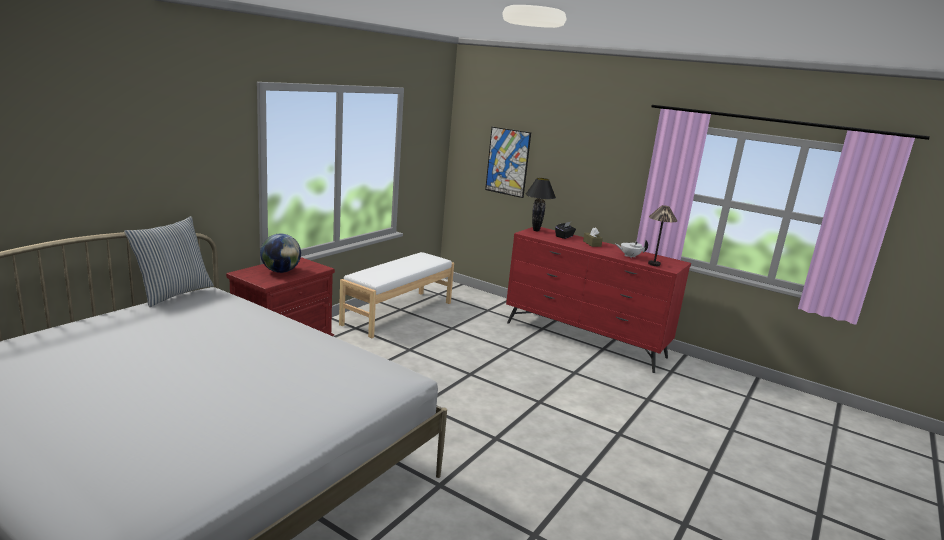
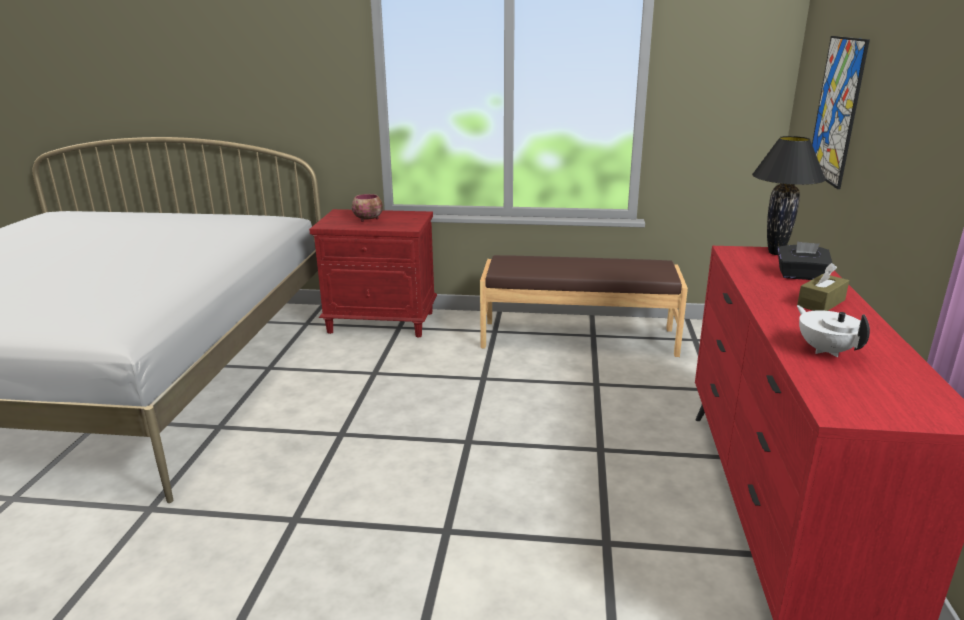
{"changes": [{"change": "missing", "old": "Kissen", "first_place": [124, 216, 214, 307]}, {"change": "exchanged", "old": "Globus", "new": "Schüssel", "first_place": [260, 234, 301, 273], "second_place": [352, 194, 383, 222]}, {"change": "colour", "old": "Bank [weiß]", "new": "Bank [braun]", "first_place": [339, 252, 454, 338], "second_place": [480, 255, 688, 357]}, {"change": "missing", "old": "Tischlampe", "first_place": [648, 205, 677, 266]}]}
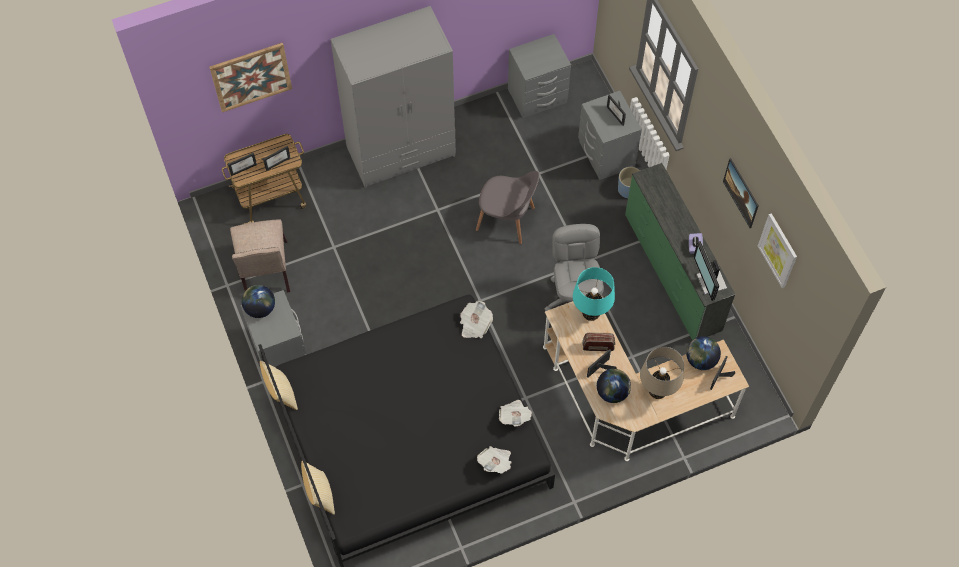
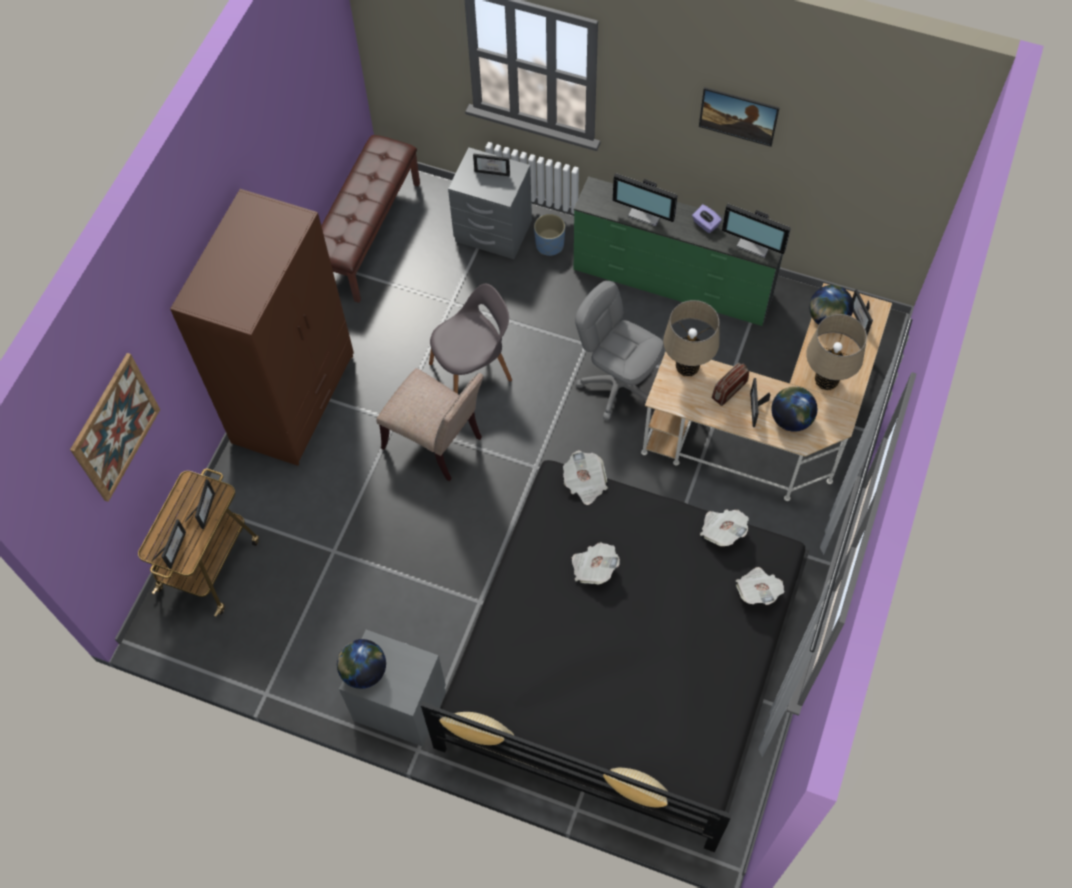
{"changes": [{"change": "relocated", "old": "Stuhl [beige]", "first_place": [230, 219, 290, 293], "second_place": [376, 368, 484, 481]}, {"change": "colour", "old": "Kleiderschrank [grau]", "new": "Kleiderschrank [braun]", "first_place": [331, 6, 456, 188], "second_place": [170, 189, 354, 466]}, {"change": "exchanged", "old": "Nachttisch [grau]", "new": "Bank [braun]", "first_place": [508, 34, 571, 118], "second_place": [321, 135, 420, 303]}, {"change": "colour", "old": "Tischlampe [türkis]", "new": "Tischlampe [beige]", "first_place": [573, 267, 615, 321], "second_place": [663, 300, 719, 376]}, {"change": "missing", "old": "Bild", "first_place": [758, 213, 797, 288]}, {"change": "appeared", "new": "Zeitung", "second_place": [572, 542, 620, 585]}, {"change": "appeared", "new": "Monitor", "second_place": [613, 173, 678, 227]}]}
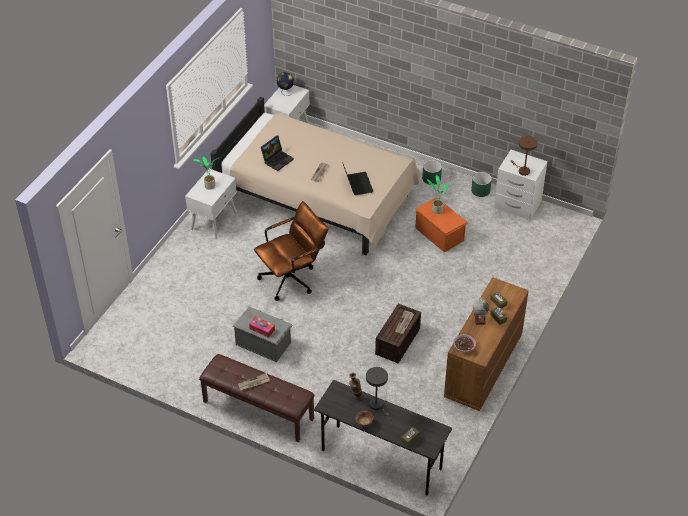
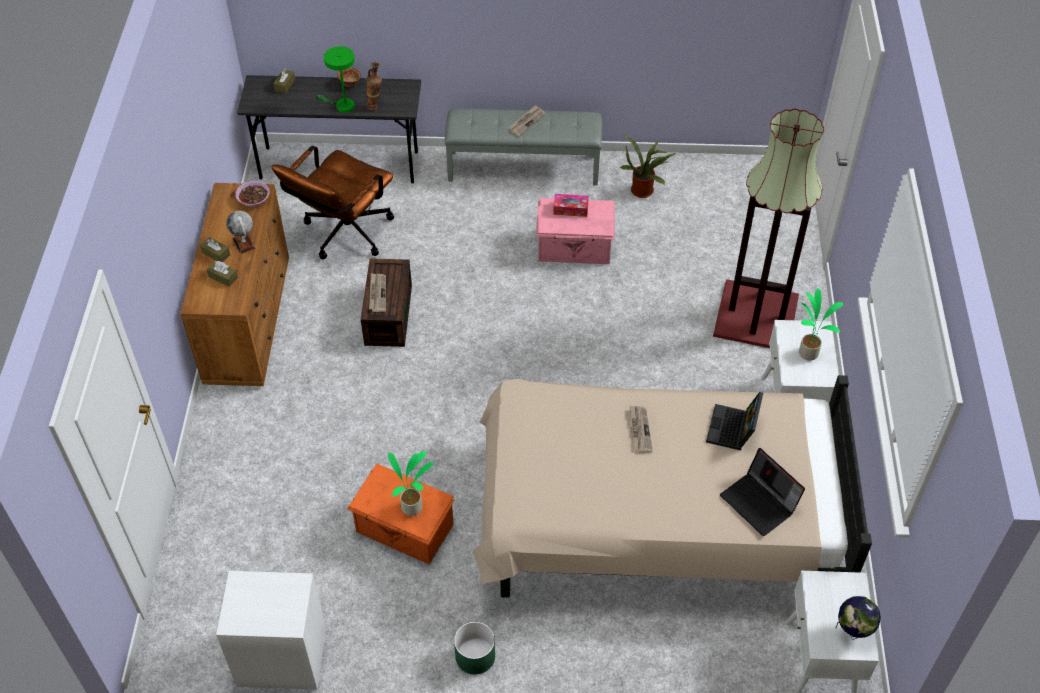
{"changes": [{"change": "colour", "old": "Bank [braun]", "new": "Bank [grau]", "first_place": [199, 354, 315, 442], "second_place": [445, 108, 602, 186]}, {"change": "colour", "old": "Aufbewahrungsbox [grau]", "new": "Aufbewahrungsbox [rosa]", "first_place": [232, 307, 293, 362], "second_place": [536, 198, 615, 264]}, {"change": "relocated", "old": "Bürostuhl [braun]", "first_place": [254, 201, 328, 301], "second_place": [271, 146, 394, 259]}, {"change": "relocated", "old": "Laptop", "first_place": [342, 162, 373, 195], "second_place": [720, 448, 805, 536]}, {"change": "colour", "old": "Tischlampe [grau]", "new": "Tischlampe [grün]", "first_place": [366, 367, 392, 420], "second_place": [318, 46, 355, 113]}, {"change": "missing", "old": "Pflanzkübel [grün]", "first_place": [471, 172, 492, 197]}, {"change": "missing", "old": "Tischlampe [braun]", "first_place": [511, 136, 538, 176]}, {"change": "appeared", "new": "Topfpflanze", "second_place": [620, 135, 676, 198]}, {"change": "appeared", "new": "Stehlampe", "second_place": [713, 108, 824, 348]}]}
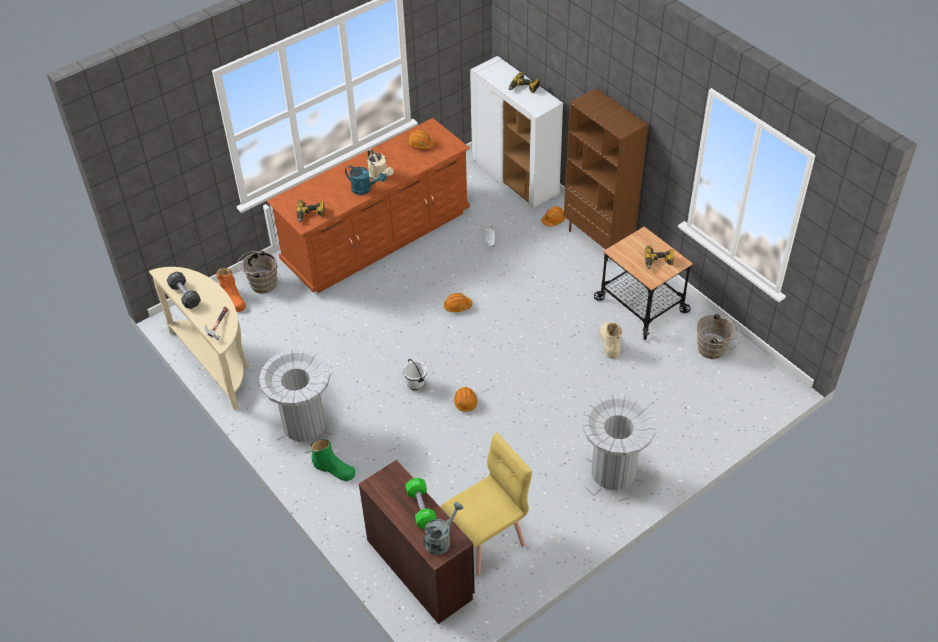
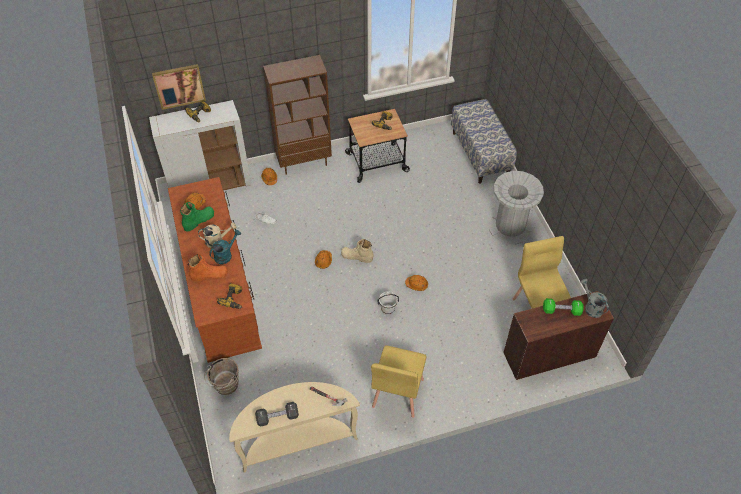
{"changes": [{"change": "relocated", "old": "Stiefel [orange]", "first_place": [216, 268, 246, 312], "second_place": [187, 254, 228, 282]}, {"change": "exchanged", "old": "Mülleimer [grau]", "new": "Stuhl [gelb]", "first_place": [259, 349, 335, 453], "second_place": [371, 345, 426, 418]}, {"change": "relocated", "old": "Stiefel [grün]", "first_place": [311, 439, 355, 481], "second_place": [180, 202, 214, 232]}, {"change": "relocated", "old": "Stiefel [beige]", "first_place": [600, 322, 622, 359], "second_place": [341, 239, 374, 263]}, {"change": "missing", "old": "Eimer [braun]", "first_place": [697, 314, 739, 359]}, {"change": "appeared", "new": "Bild", "second_place": [152, 64, 206, 110]}, {"change": "appeared", "new": "Bank", "second_place": [451, 99, 517, 184]}]}
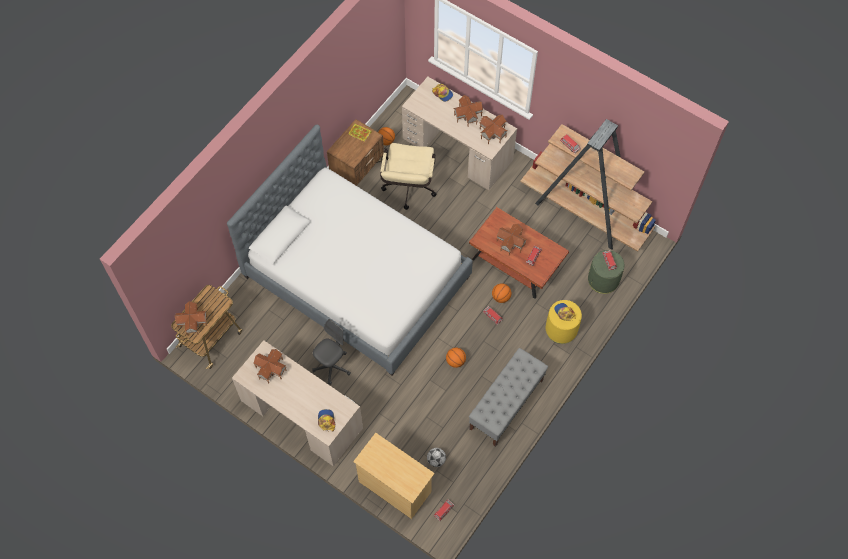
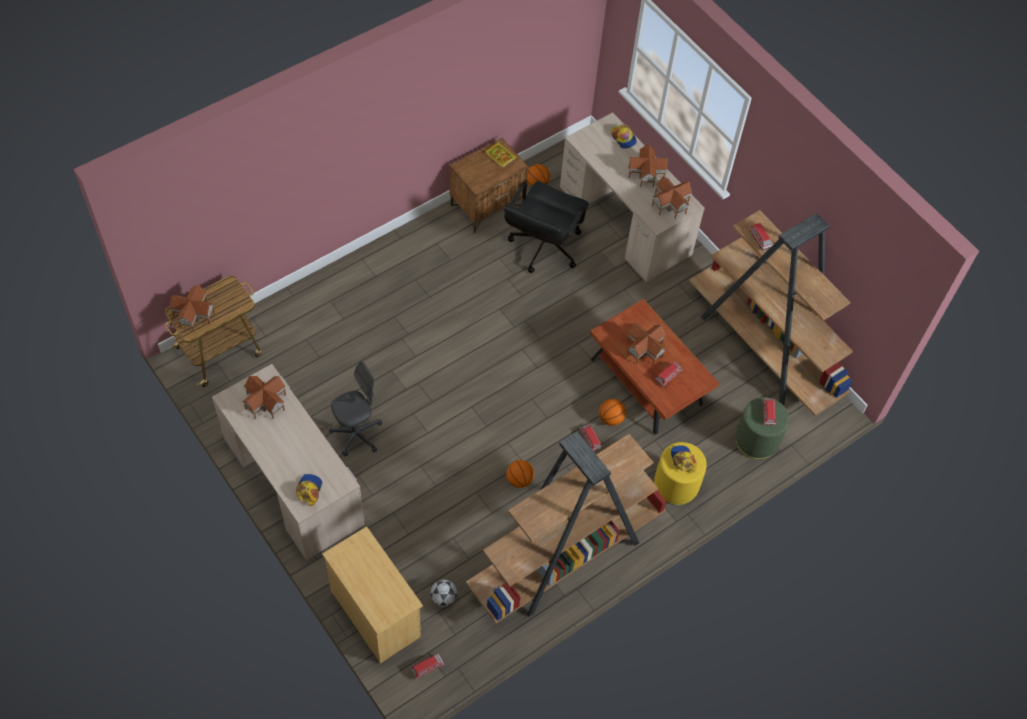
{"changes": [{"change": "missing", "old": "Bett", "first_place": [227, 125, 473, 375]}, {"change": "colour", "old": "Bürostuhl [beige]", "new": "Bürostuhl [schwarz]", "first_place": [380, 143, 437, 210], "second_place": [503, 181, 589, 273]}, {"change": "exchanged", "old": "Bank [grau]", "new": "Bücherregal [braun]", "first_place": [469, 348, 548, 447], "second_place": [466, 431, 666, 624]}]}
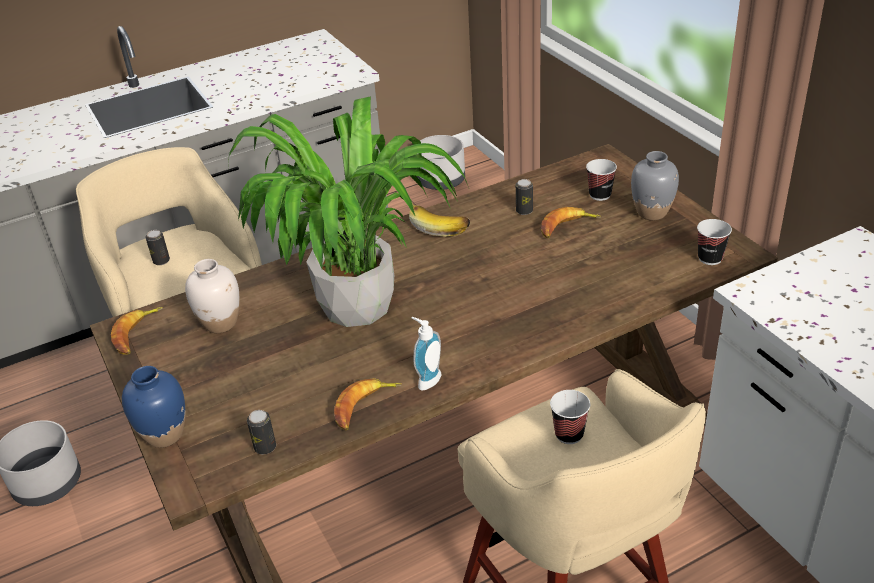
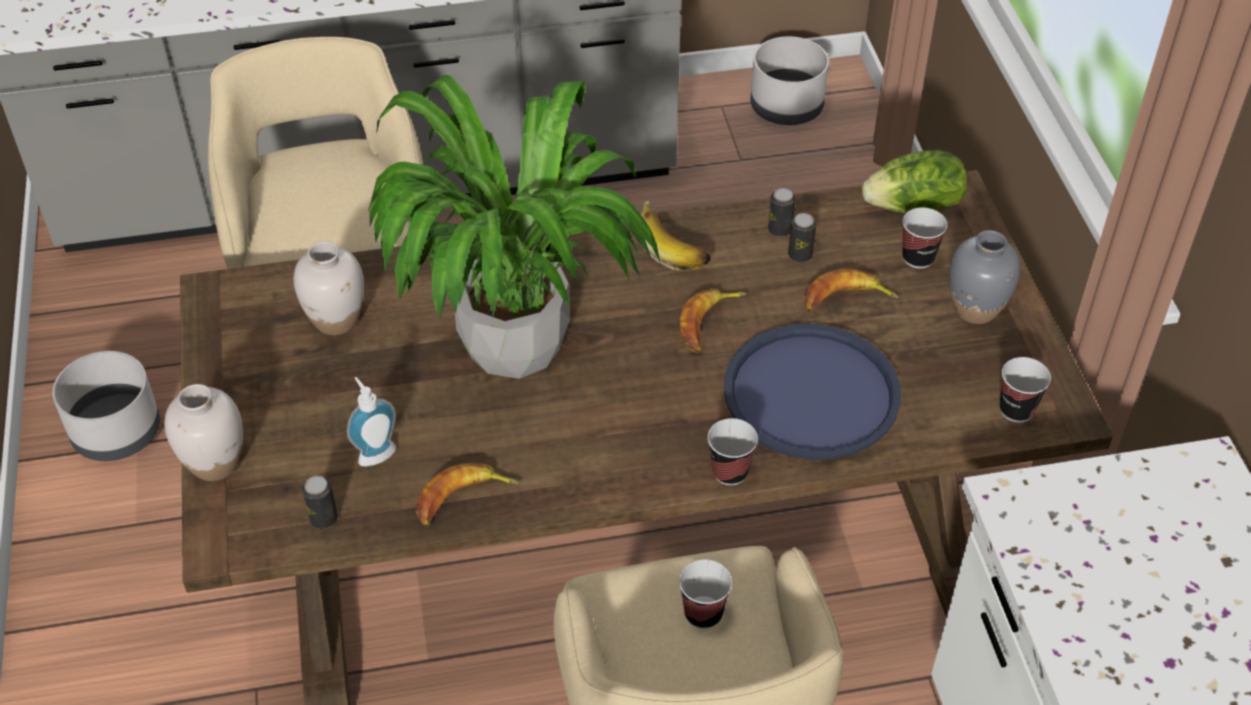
{"changes": [{"change": "relocated", "old": "Banane", "first_place": [111, 307, 163, 355], "second_place": [680, 289, 747, 353]}, {"change": "colour", "old": "Vase [blau]", "new": "Vase [weiß]", "first_place": [122, 366, 186, 448], "second_place": [164, 384, 243, 481]}, {"change": "relocated", "old": "Dose", "first_place": [145, 230, 170, 265], "second_place": [768, 188, 796, 237]}, {"change": "relocated", "old": "Seifenspender", "first_place": [411, 317, 442, 391], "second_place": [347, 377, 396, 467]}, {"change": "appeared", "new": "Tasse", "second_place": [708, 418, 758, 485]}, {"change": "appeared", "new": "Tablett [blau]", "second_place": [724, 323, 901, 460]}, {"change": "appeared", "new": "Salatkopf", "second_place": [862, 150, 967, 213]}]}
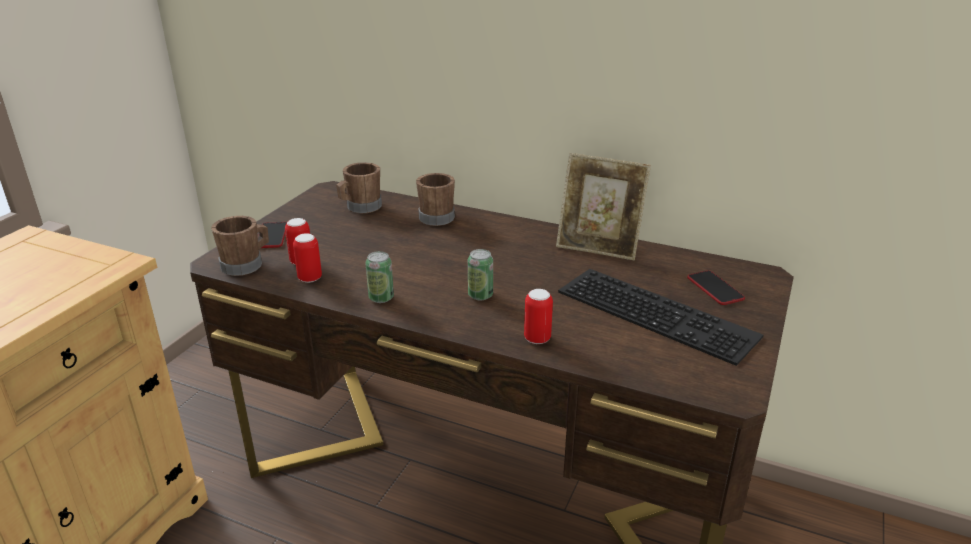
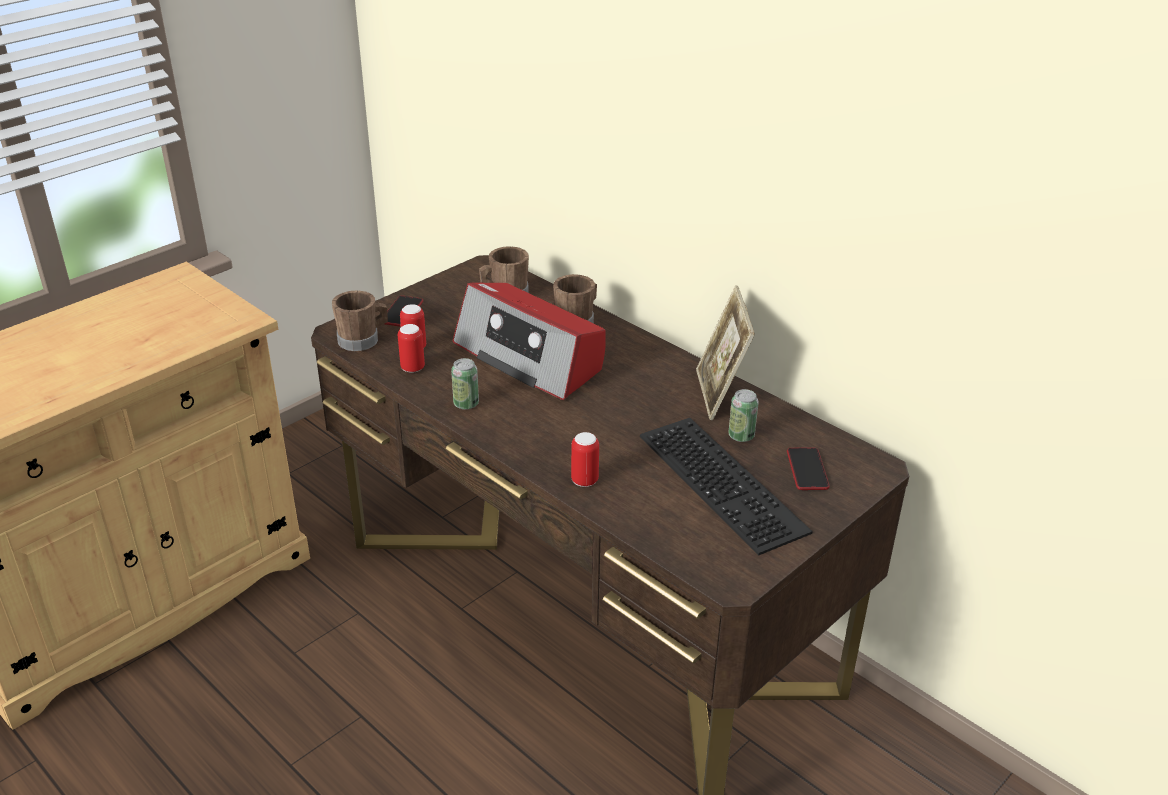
{"changes": [{"change": "relocated", "old": "Dose", "first_place": [468, 249, 493, 301], "second_place": [728, 389, 759, 442]}, {"change": "spun", "old": "Bilderrahmen", "first_place": [556, 153, 651, 261], "second_place": [696, 285, 755, 420], "degrees": 45}, {"change": "appeared", "new": "Radio", "second_place": [453, 282, 606, 400]}]}
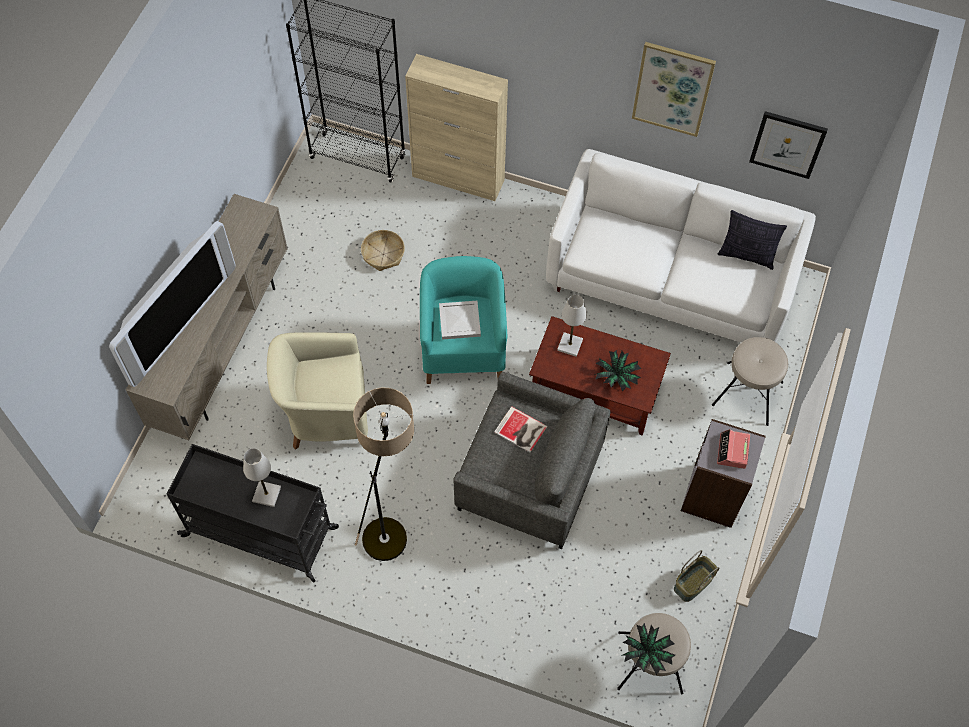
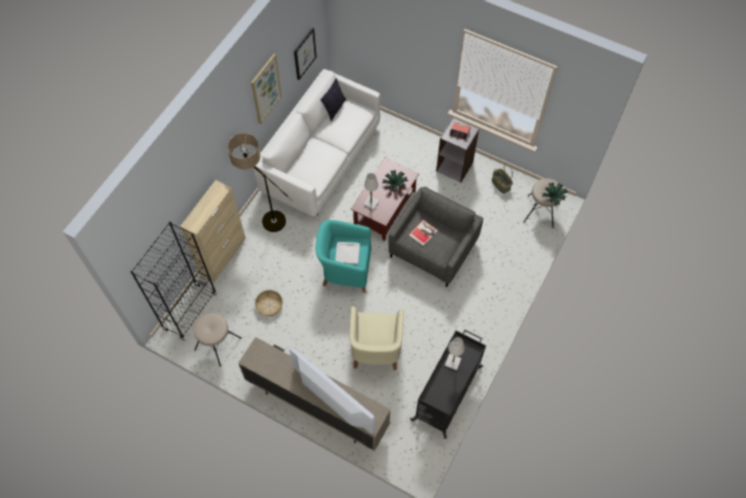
{"changes": [{"change": "relocated", "old": "Stehlampe", "first_place": [353, 388, 414, 561], "second_place": [227, 133, 292, 232]}, {"change": "relocated", "old": "Hocker [beige]", "first_place": [712, 337, 788, 426], "second_place": [194, 313, 242, 367]}]}
